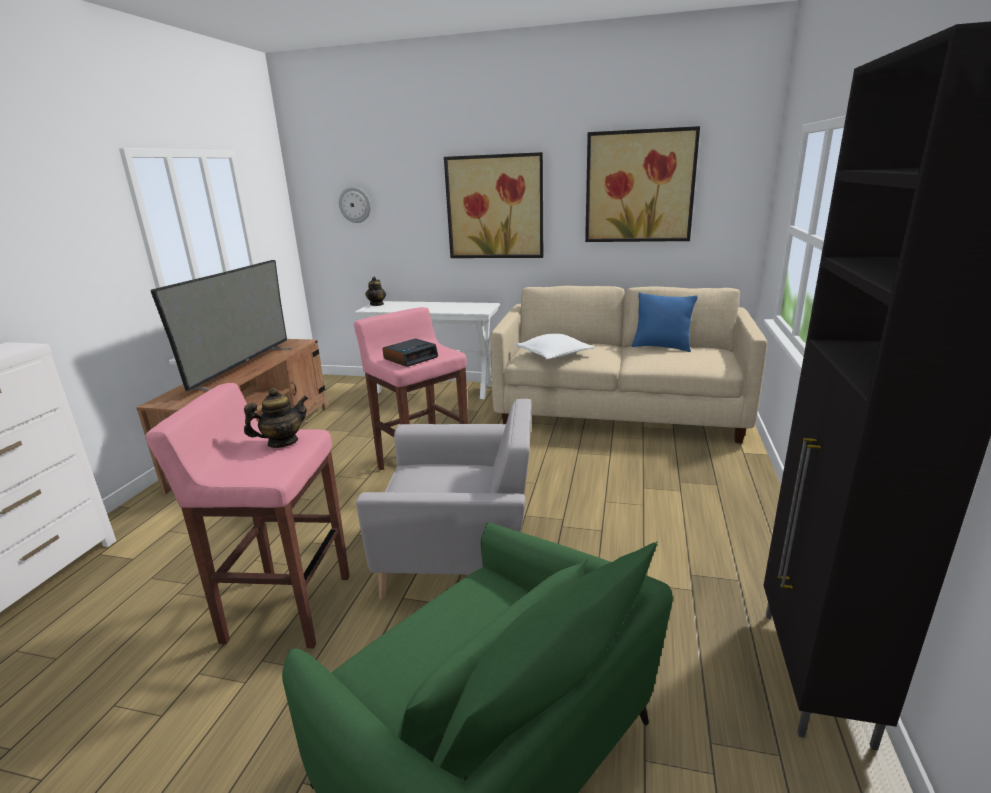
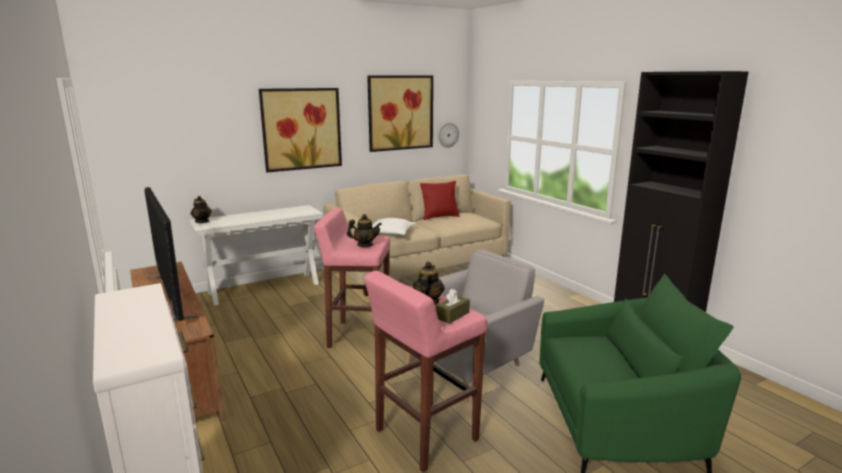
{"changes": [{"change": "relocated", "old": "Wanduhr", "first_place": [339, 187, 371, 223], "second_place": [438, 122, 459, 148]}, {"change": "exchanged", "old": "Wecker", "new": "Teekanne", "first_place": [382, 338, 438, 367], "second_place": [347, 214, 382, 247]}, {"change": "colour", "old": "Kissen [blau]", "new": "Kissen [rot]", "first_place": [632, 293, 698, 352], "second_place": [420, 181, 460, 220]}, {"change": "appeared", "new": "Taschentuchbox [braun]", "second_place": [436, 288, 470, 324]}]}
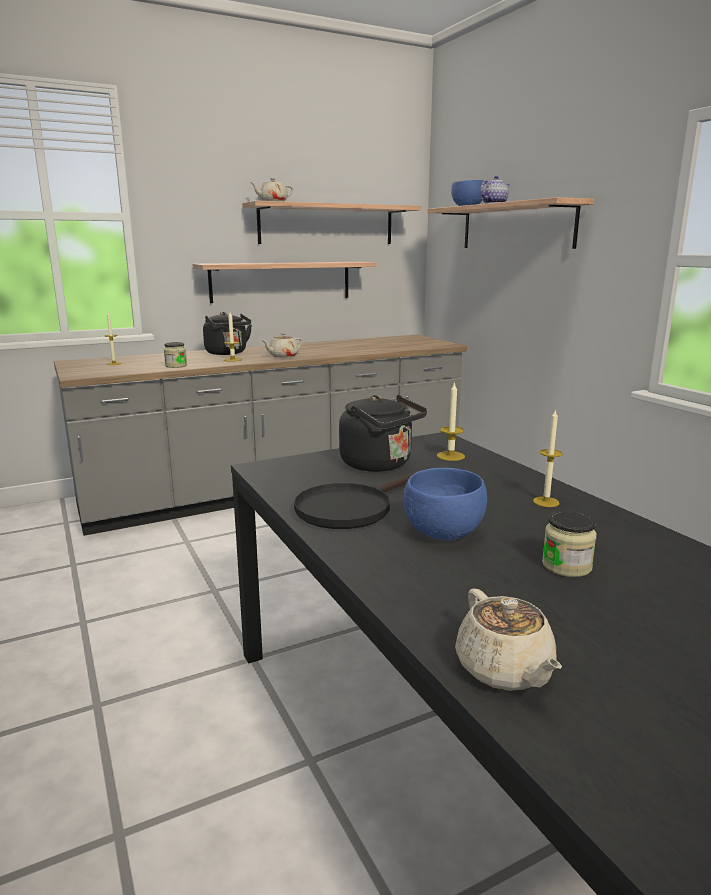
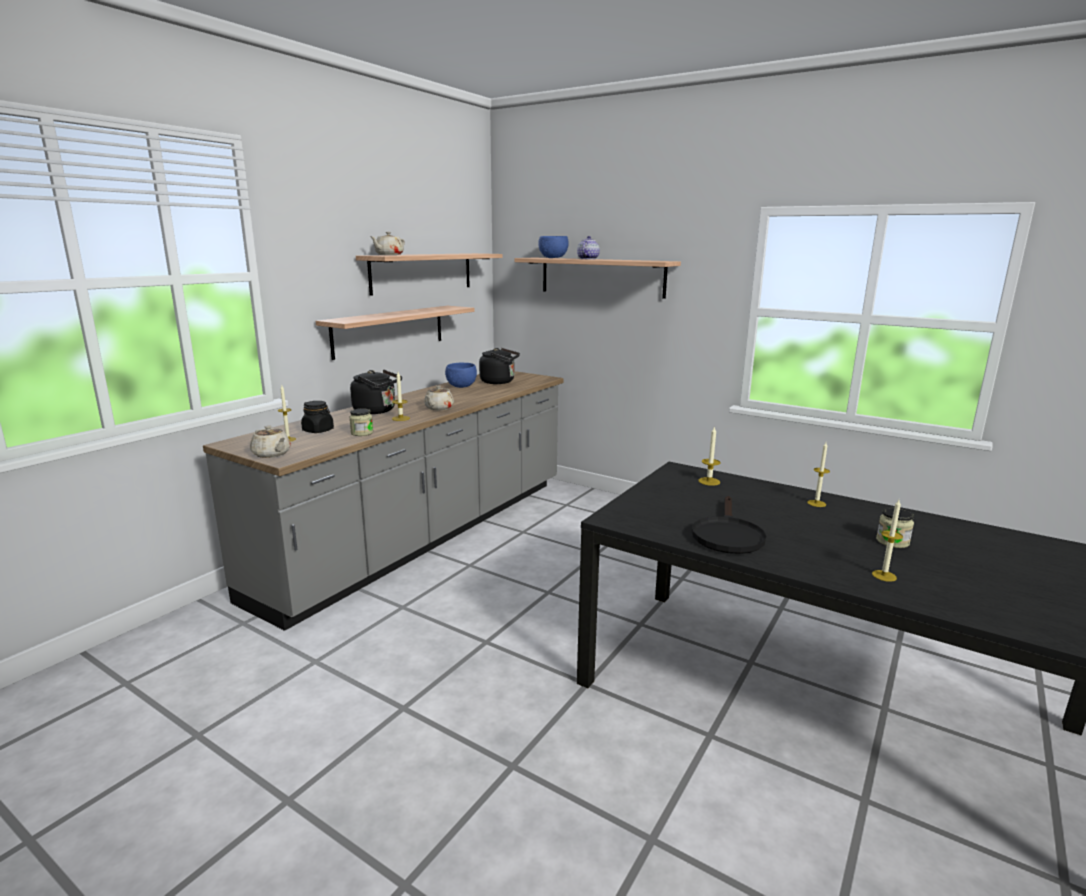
{"changes": [{"change": "relocated", "old": "Wasserkessel [schwarz]", "first_place": [339, 395, 427, 472], "second_place": [479, 348, 520, 384]}, {"change": "relocated", "old": "Schüssel [blau]", "first_place": [404, 468, 487, 540], "second_place": [445, 363, 477, 388]}, {"change": "relocated", "old": "Teekanne [beige]", "first_place": [455, 588, 562, 691], "second_place": [250, 425, 291, 458]}, {"change": "appeared", "new": "Vorratsglas [schwarz]", "second_place": [301, 401, 334, 433]}, {"change": "appeared", "new": "Kerze", "second_place": [872, 500, 903, 582]}]}
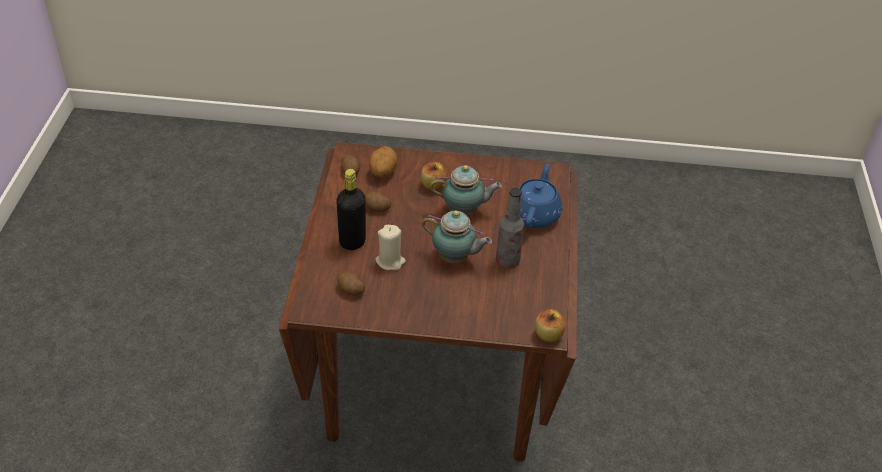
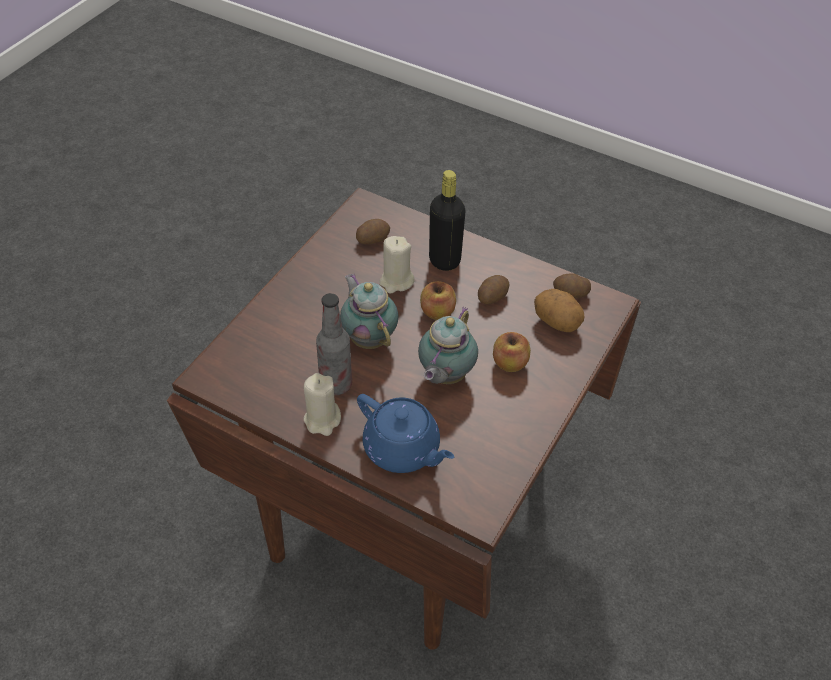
{"changes": [{"change": "spun", "old": "Teekanne", "first_place": [422, 210, 492, 263], "second_place": [340, 274, 398, 349], "degrees": 105}, {"change": "relocated", "old": "Apfel", "first_place": [535, 309, 566, 342], "second_place": [420, 281, 456, 320]}, {"change": "appeared", "new": "Kerze [beige]", "second_place": [304, 373, 341, 436]}]}
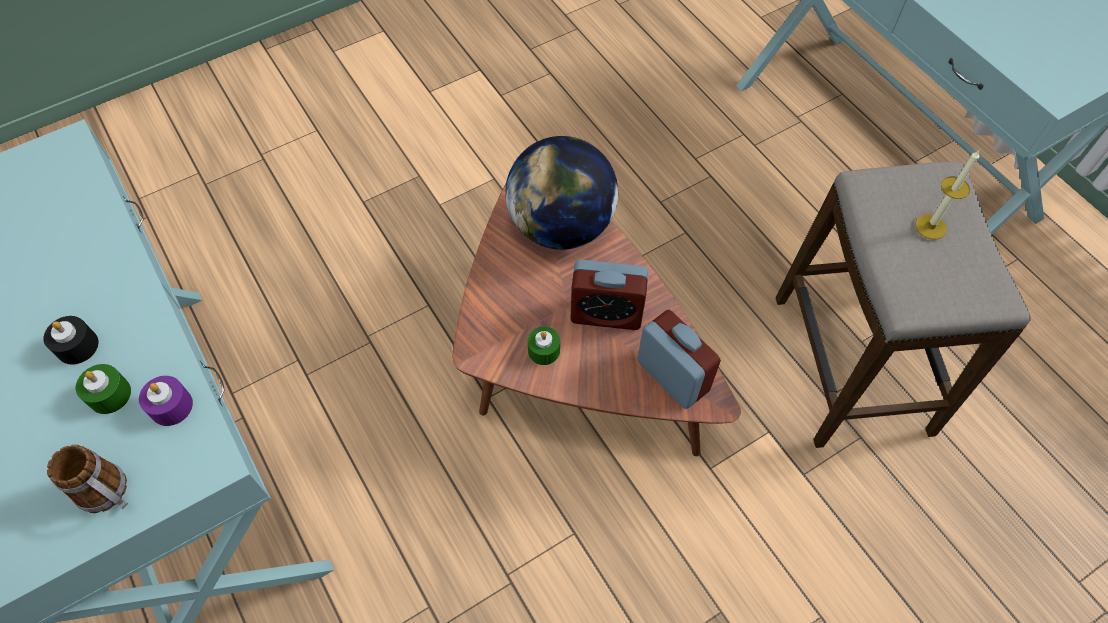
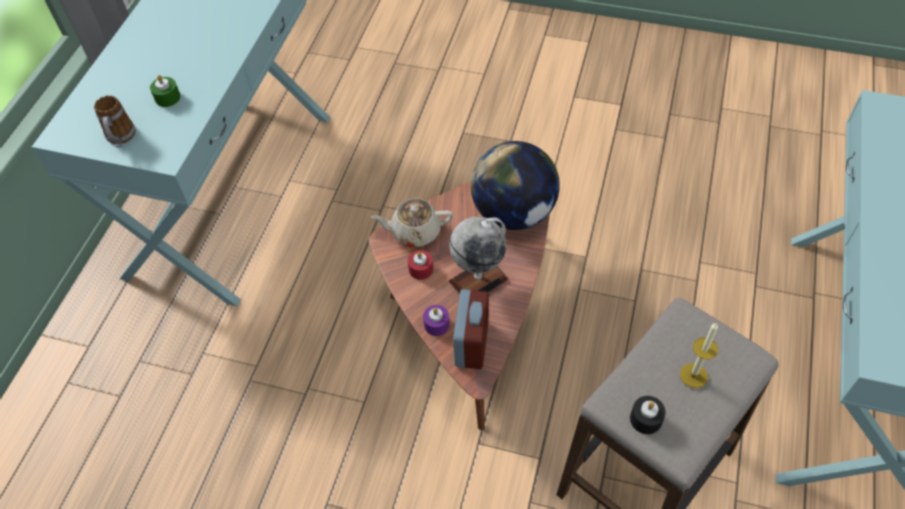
{"changes": [{"change": "relocated", "old": "Kerze [schwarz]", "first_place": [43, 316, 99, 365], "second_place": [630, 396, 666, 434]}, {"change": "relocated", "old": "Kerze [lila]", "first_place": [139, 376, 193, 426], "second_place": [423, 305, 450, 336]}, {"change": "colour", "old": "Kerze [grün]", "new": "Kerze [rot]", "first_place": [528, 326, 560, 365], "second_place": [408, 250, 433, 280]}, {"change": "exchanged", "old": "Wecker", "new": "Globus", "first_place": [571, 260, 648, 330], "second_place": [449, 217, 508, 294]}, {"change": "appeared", "new": "Teekanne [beige]", "second_place": [371, 199, 453, 247]}]}
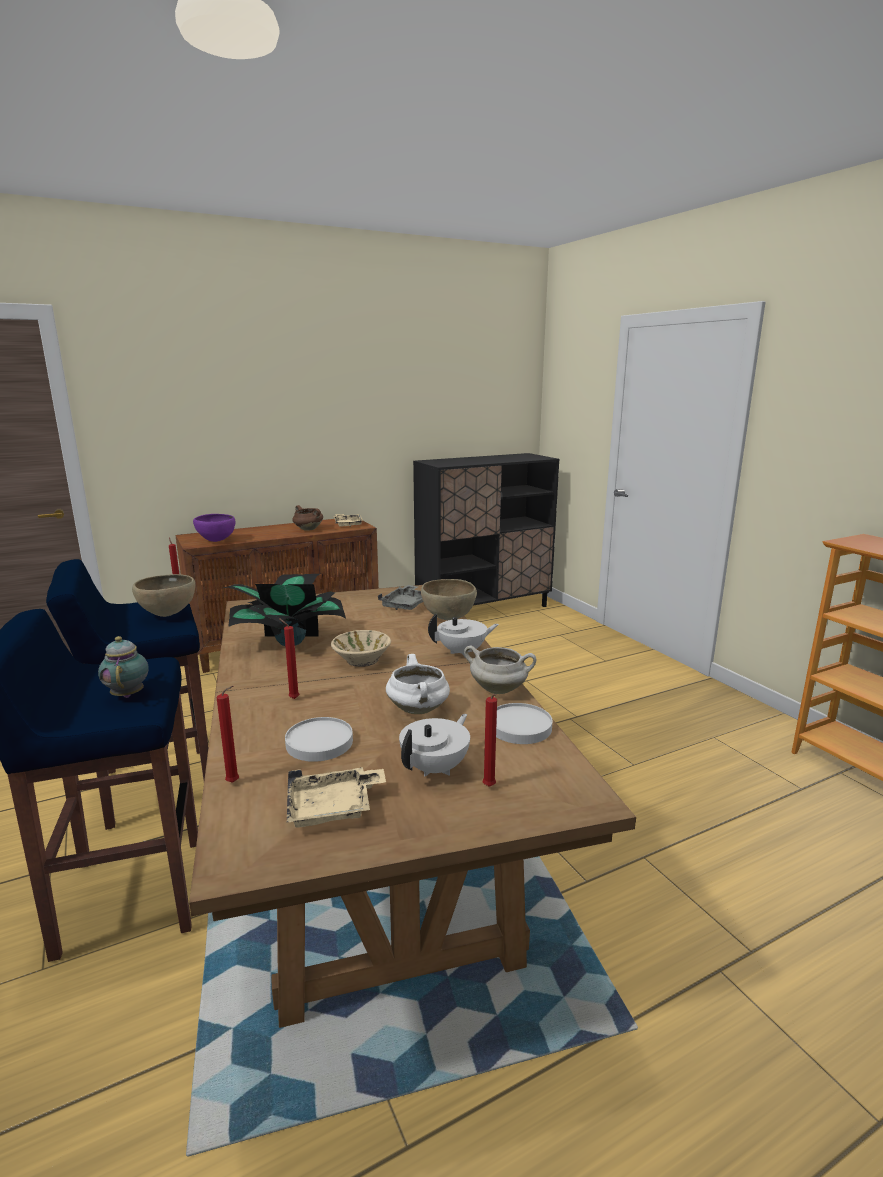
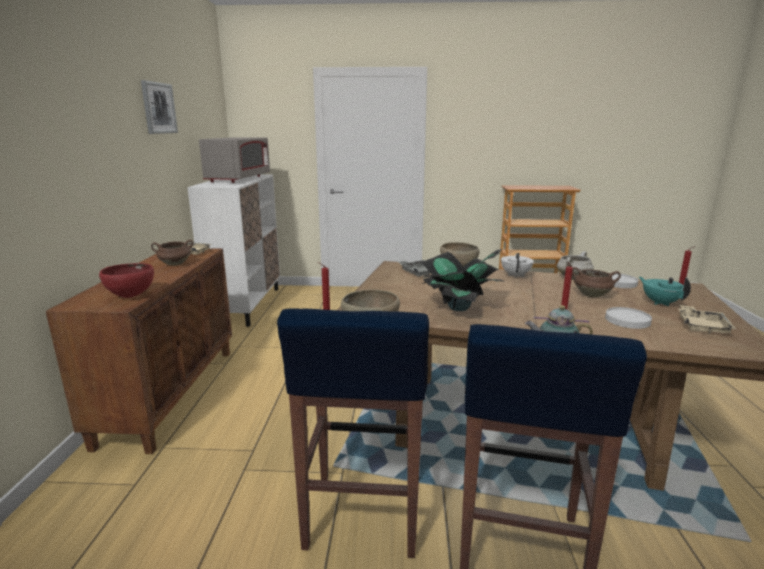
{"changes": [{"change": "colour", "old": "Schüssel [lila]", "new": "Schüssel [rot]", "first_place": [193, 514, 236, 542], "second_place": [99, 263, 154, 298]}, {"change": "missing", "old": "Kerze [rot]", "first_place": [217, 686, 239, 783]}, {"change": "missing", "old": "Schüssel [beige]", "first_place": [331, 630, 391, 667]}, {"change": "colour", "old": "Kochtopf [weiß]", "new": "Kochtopf [braun]", "first_place": [386, 654, 450, 714], "second_place": [572, 267, 621, 298]}, {"change": "colour", "old": "Teekanne [weiß]", "new": "Teekanne [türkis]", "first_place": [399, 714, 470, 777], "second_place": [639, 277, 691, 306]}, {"change": "colour", "old": "Schrank [schwarz]", "new": "Schrank [weiß]", "first_place": [413, 453, 559, 607], "second_place": [187, 174, 280, 327]}, {"change": "appeared", "new": "Bild", "second_place": [141, 80, 178, 134]}, {"change": "appeared", "new": "Mikrowelle [grau]", "second_place": [199, 137, 270, 183]}]}
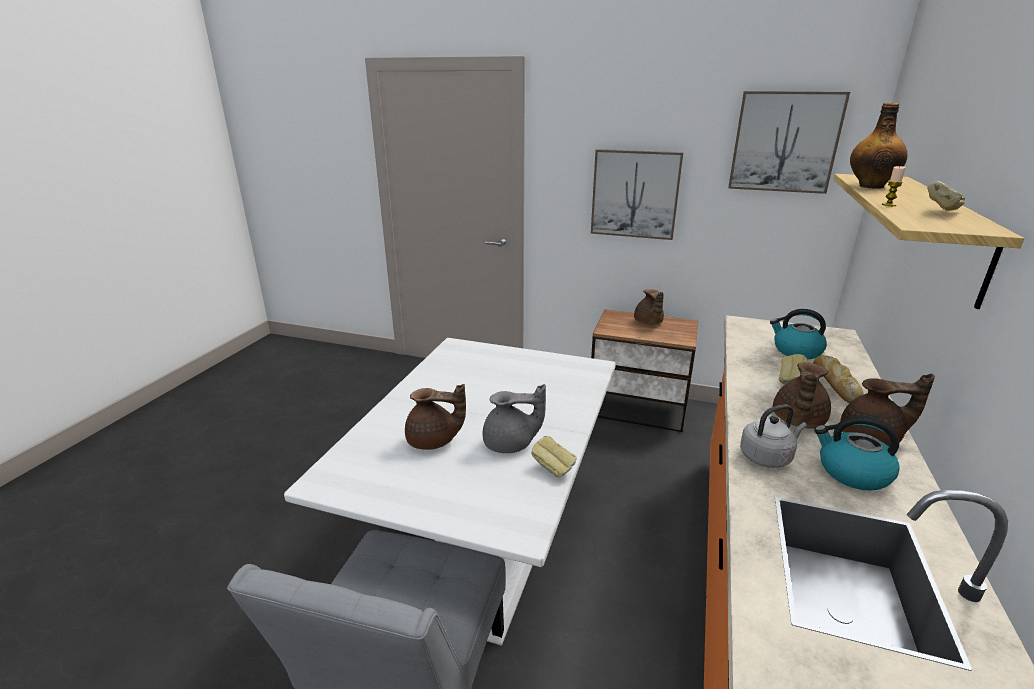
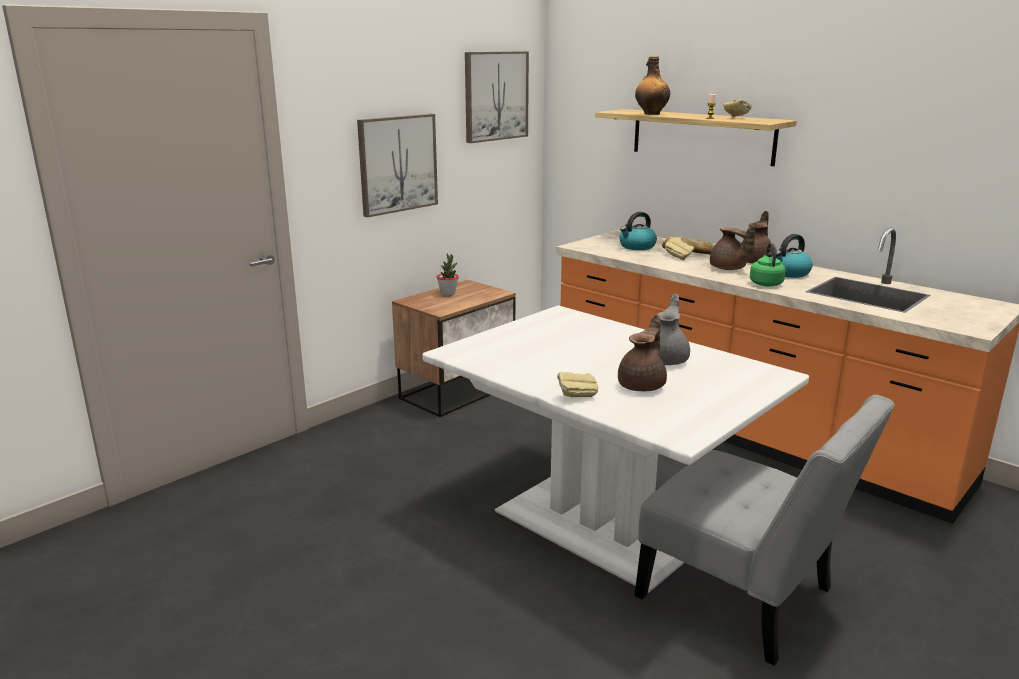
{"changes": [{"change": "relocated", "old": "Brot", "first_place": [531, 436, 577, 477], "second_place": [557, 372, 598, 398]}, {"change": "exchanged", "old": "Teekanne [braun]", "new": "Topfpflanze", "first_place": [634, 289, 664, 325], "second_place": [437, 253, 459, 296]}, {"change": "colour", "old": "Wasserkessel [grau]", "new": "Wasserkessel [grün]", "first_place": [740, 404, 807, 468], "second_place": [750, 243, 786, 286]}]}
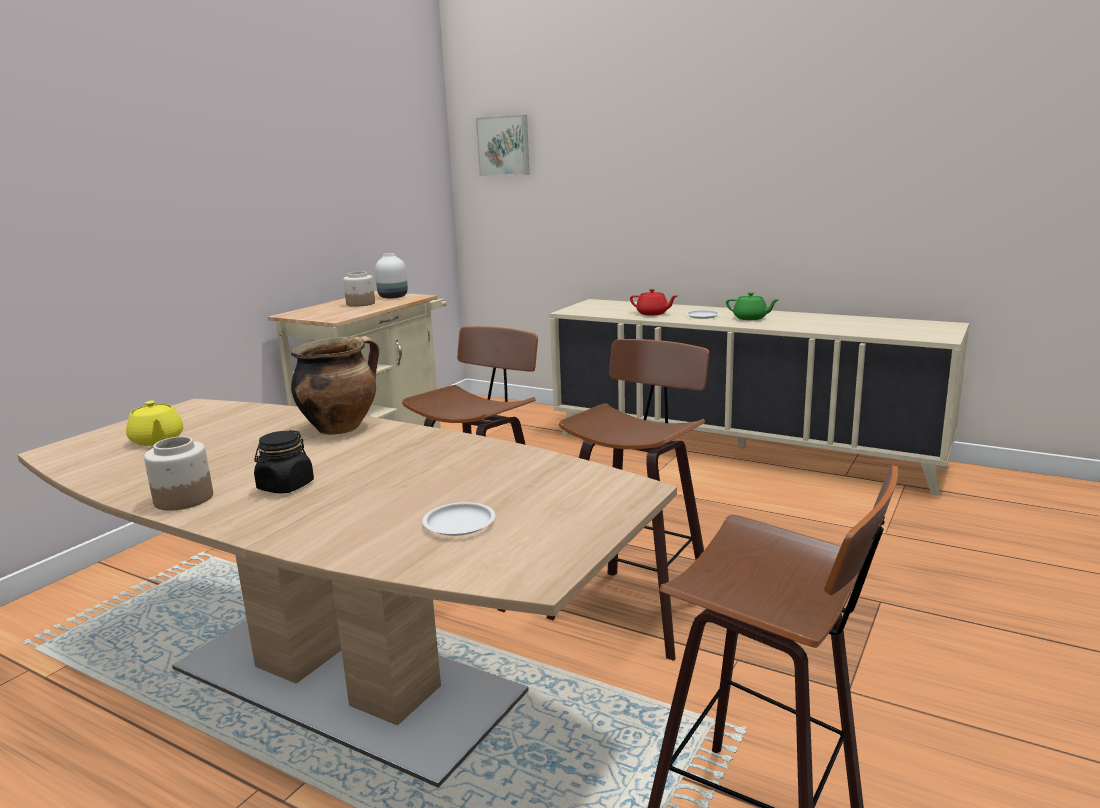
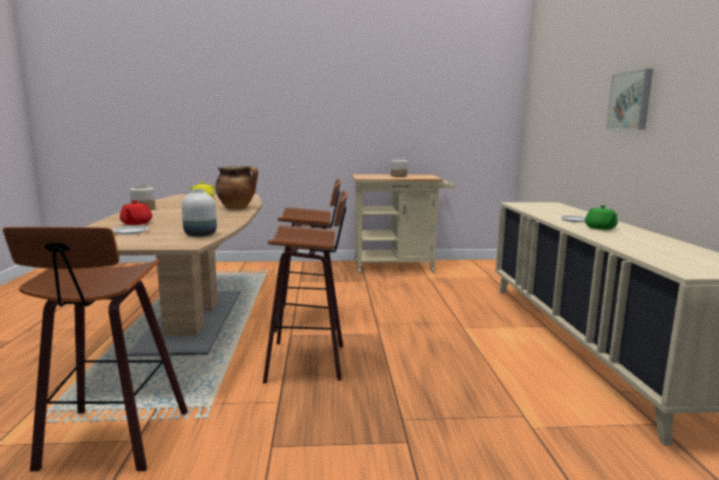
{"changes": [{"change": "missing", "old": "Vorratsglas [schwarz]", "first_place": [254, 430, 314, 494]}, {"change": "relocated", "old": "Vase [weiß]", "first_place": [375, 253, 408, 298], "second_place": [182, 189, 217, 237]}, {"change": "relocated", "old": "Bild", "first_place": [476, 115, 530, 176], "second_place": [606, 69, 653, 130]}, {"change": "relocated", "old": "Teekanne [rot]", "first_place": [630, 289, 677, 315], "second_place": [120, 200, 152, 225]}]}
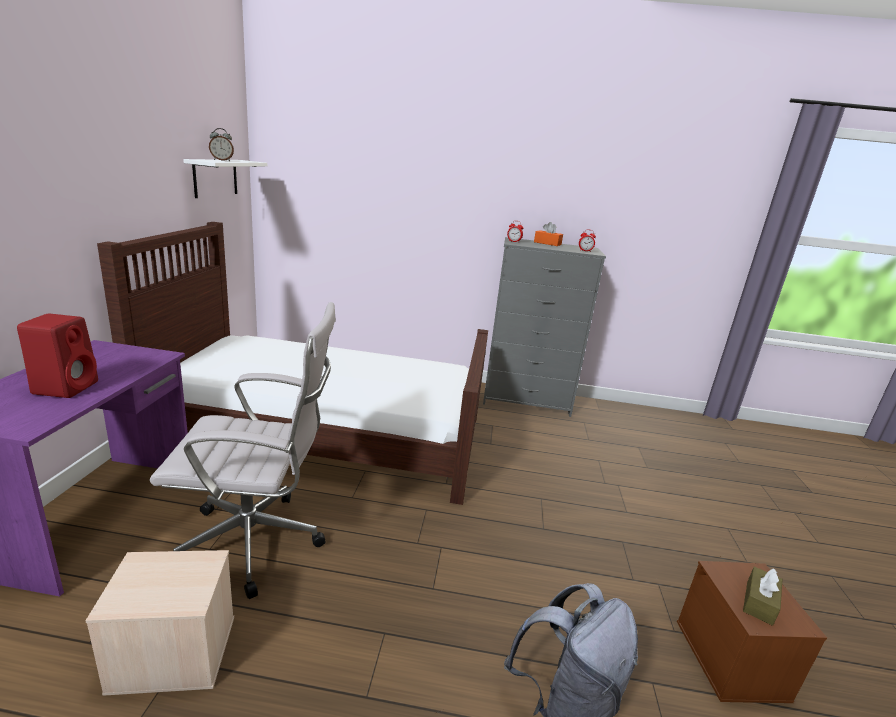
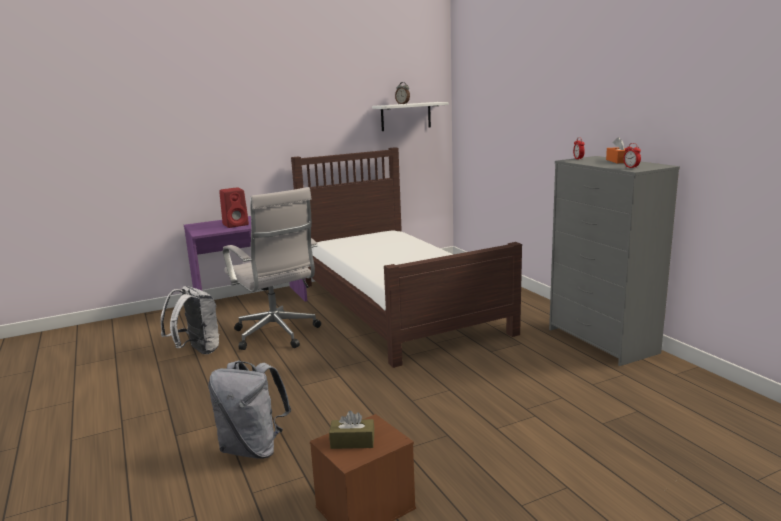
{"changes": [{"change": "exchanged", "old": "Aufbewahrungsbox [beige]", "new": "Rucksack [weiß]", "first_place": [85, 550, 234, 696], "second_place": [161, 286, 219, 354]}]}
